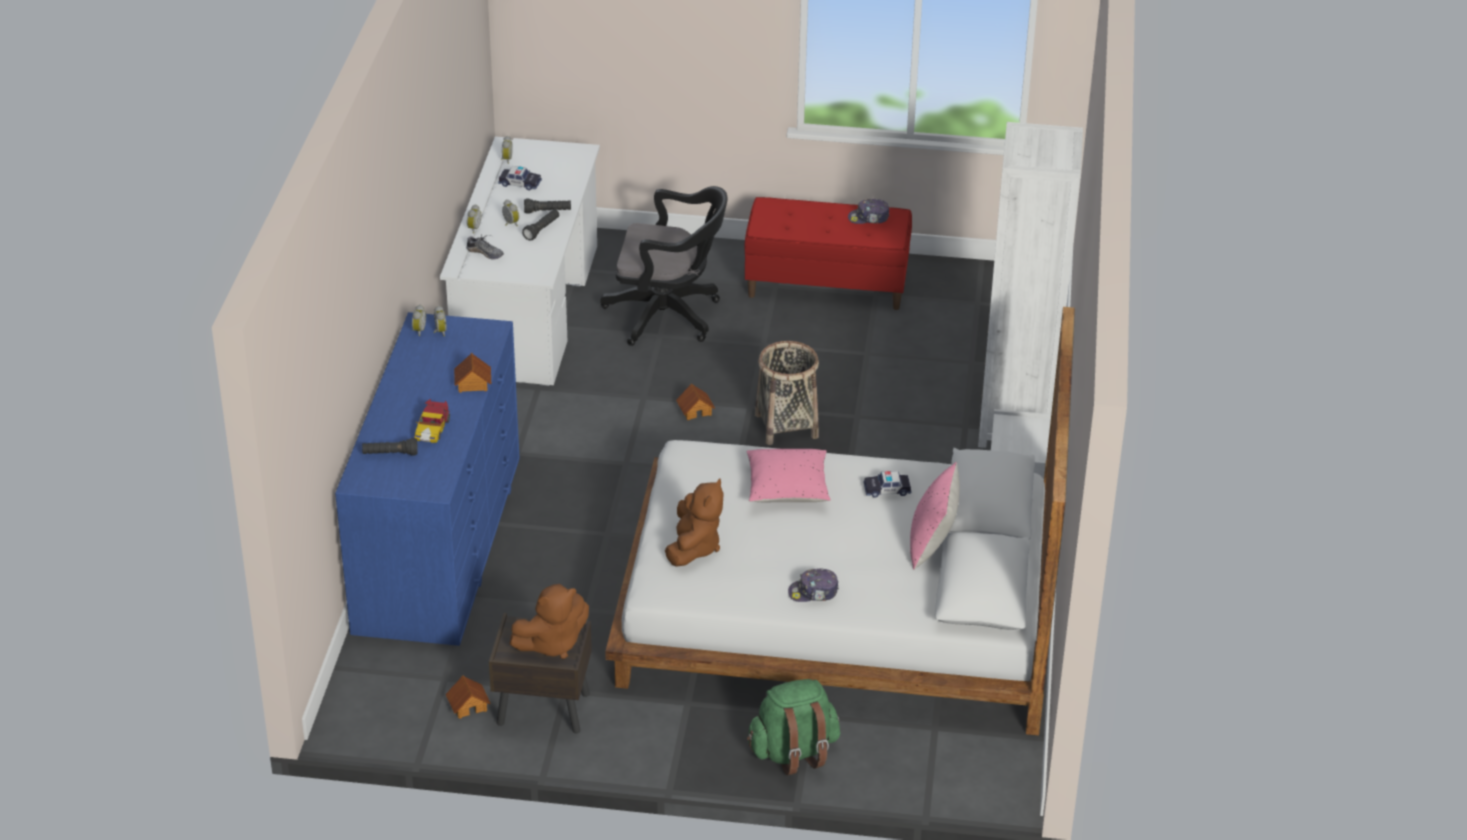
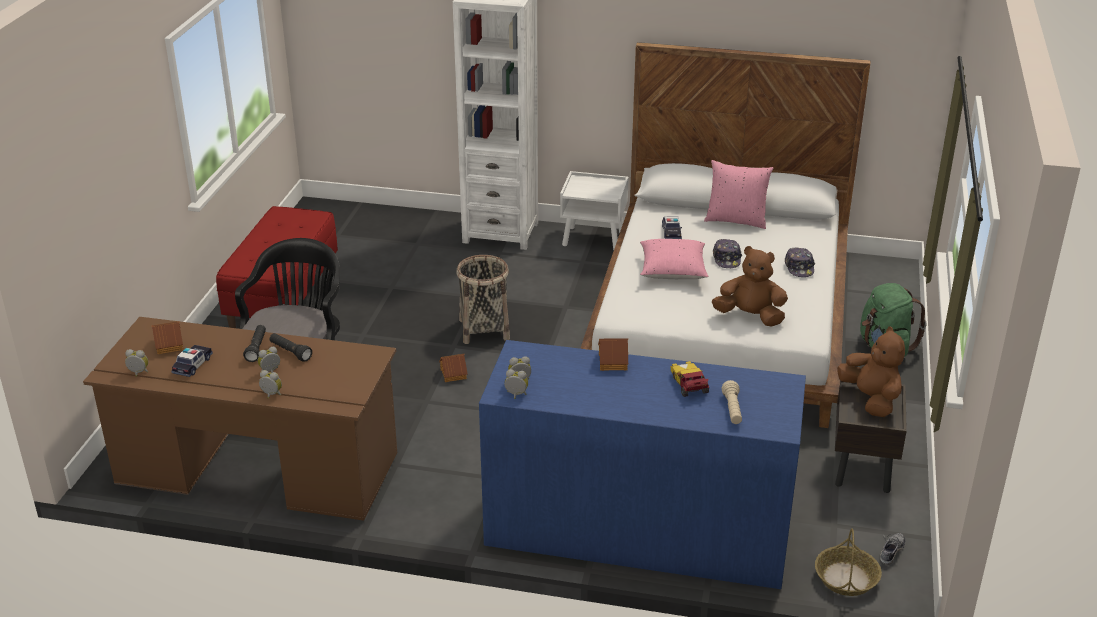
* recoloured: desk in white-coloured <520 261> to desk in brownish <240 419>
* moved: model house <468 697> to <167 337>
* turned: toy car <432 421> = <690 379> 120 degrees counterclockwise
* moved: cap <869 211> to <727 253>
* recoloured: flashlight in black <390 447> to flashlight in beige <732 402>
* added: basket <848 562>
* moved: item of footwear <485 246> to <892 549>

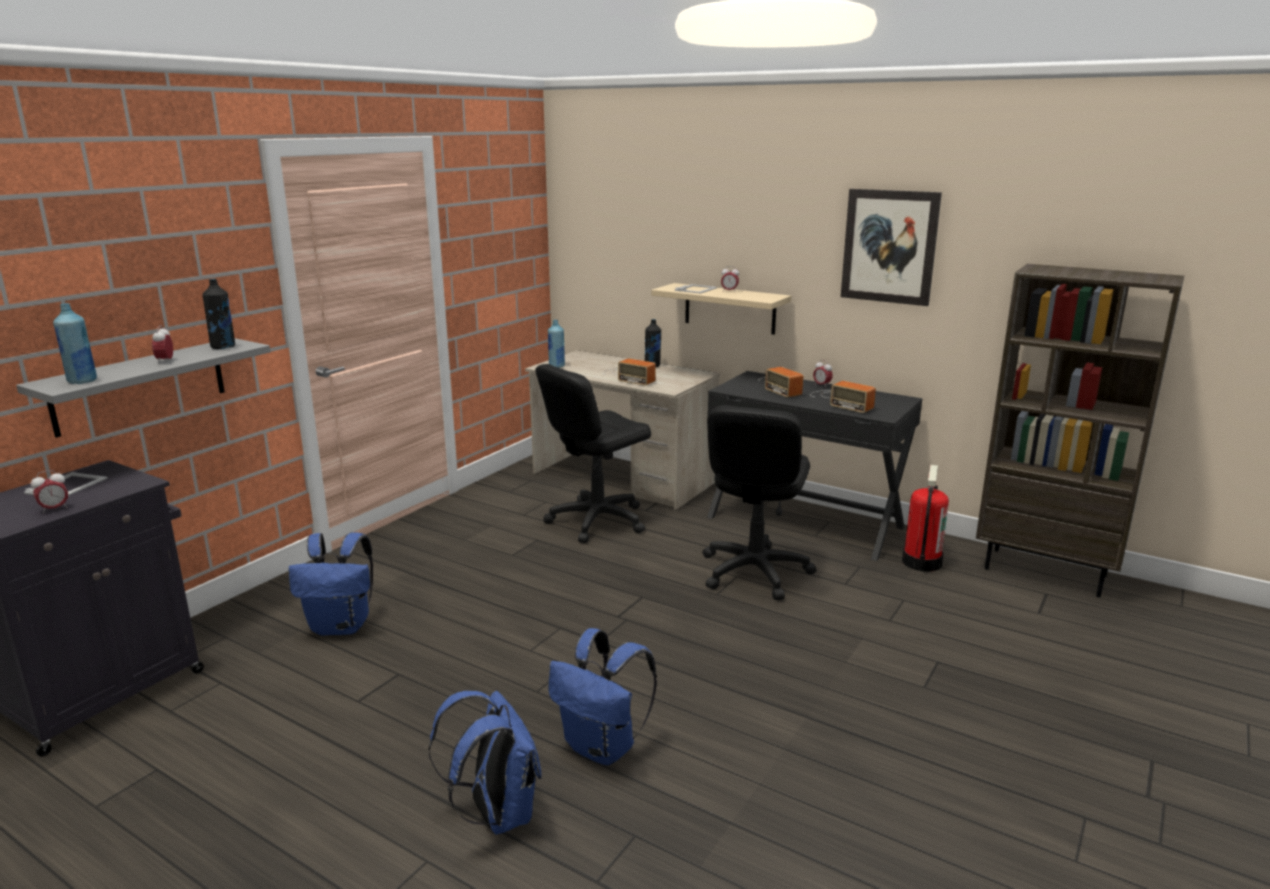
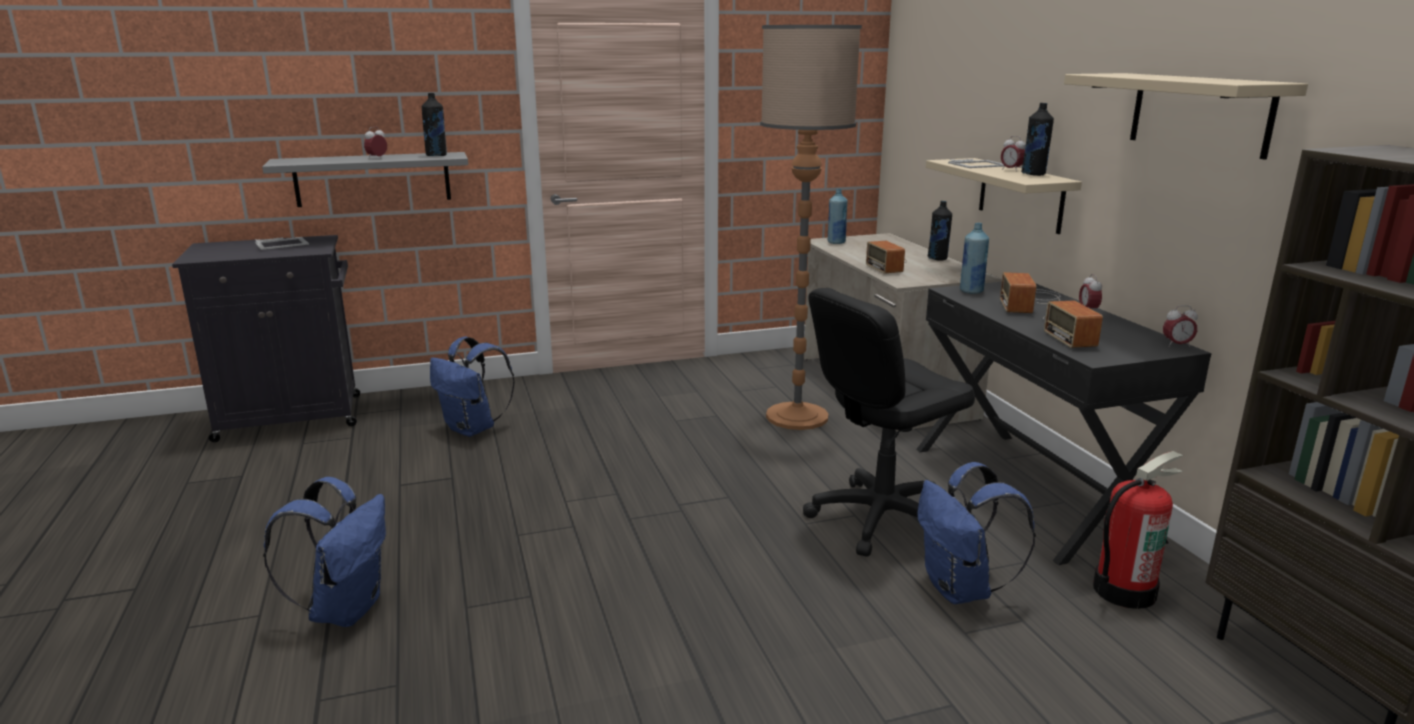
* replaced: computer chair in black <593 453> to standard lamp <811 227>
* moved: backpack in blue-coloured <602 696> to <976 533>
* moved: beverage bottle in blue-coloured <75 343> to <974 258>
* added: beverage bottle in black <1037 139>
* replaced: picture <891 247> to shelf in beige <1186 116>
* moved: table clock <49 492> to <1180 326>

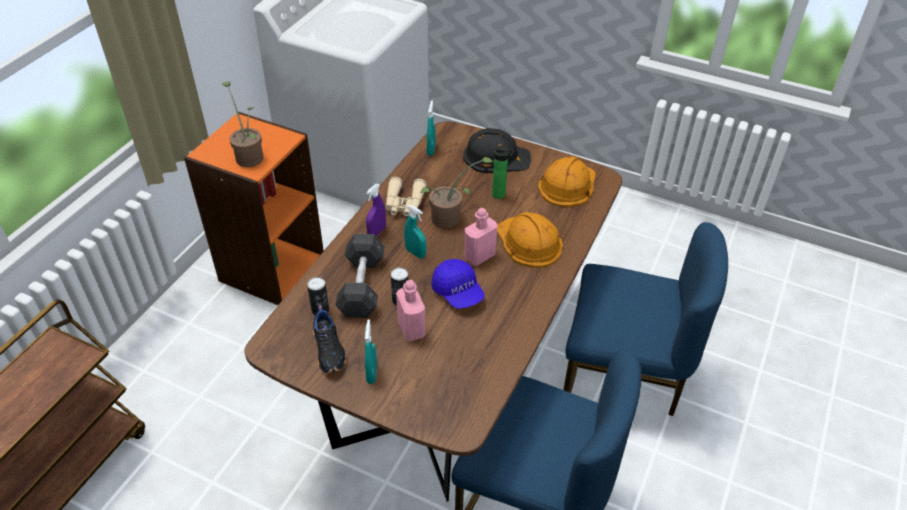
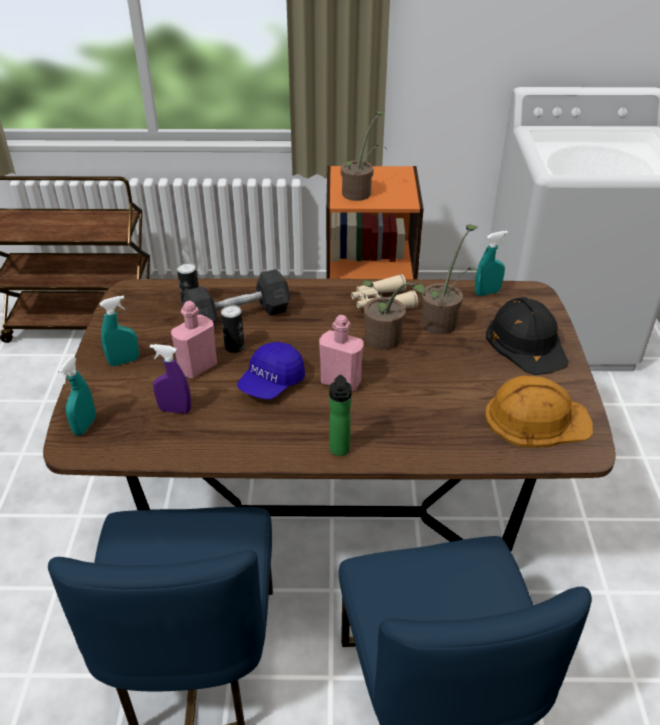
* moved: sprayer in turquoise <415 231> to <77 396>
* moved: sprayer in purple-coloured <376 210> to <170 379>
* moved: beverage bottle <503 172> to <340 415>
* added: houseplant <450 279>
* removed: item of footwear in black <329 339>
* removed: safety helmet in orangey <530 240>

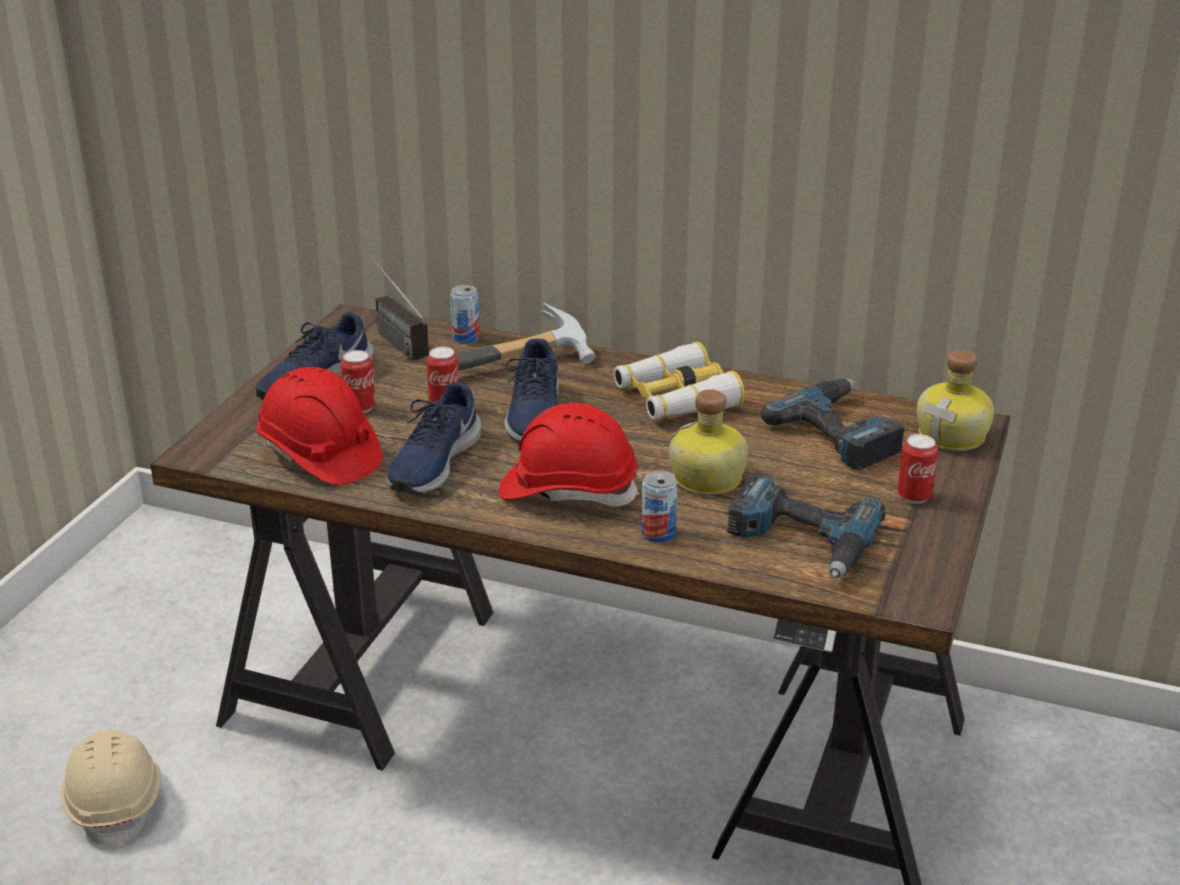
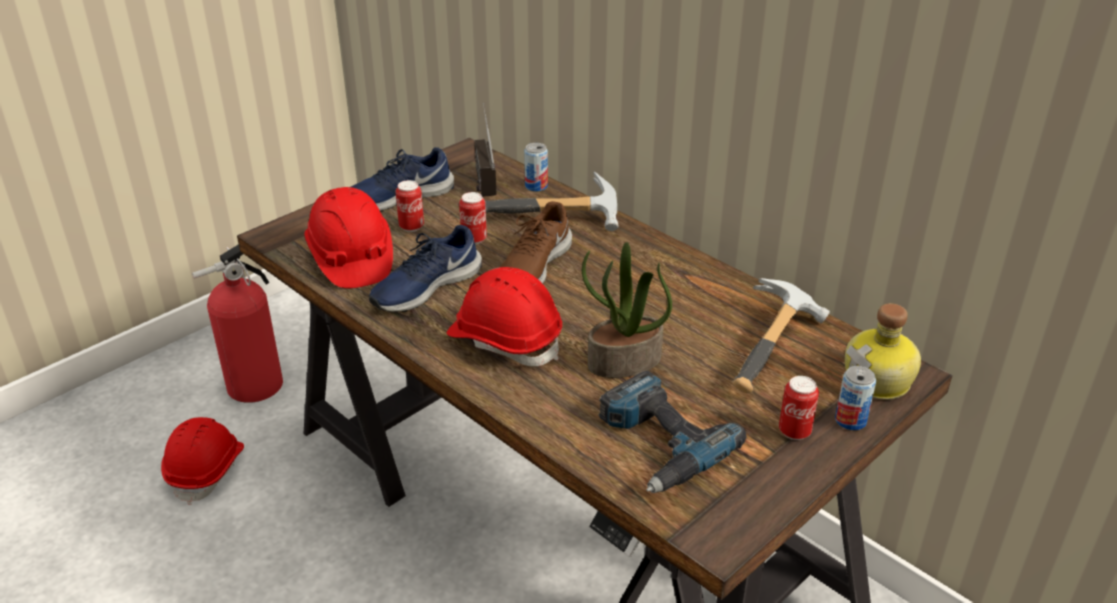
* recoloured: safety helmet in beige <110 789> to safety helmet in red-coloured <202 461>
* added: fire extinguisher <237 323>
* recoloured: item of footwear in blue-coloured <532 390> to item of footwear in brownish <536 242>
* replaced: beverage bottle <708 442> to houseplant <627 310>
* replaced: drill <833 424> to tool hammer <781 335>
* moved: metal can <659 506> to <855 398>
* removed: field glasses <679 381>

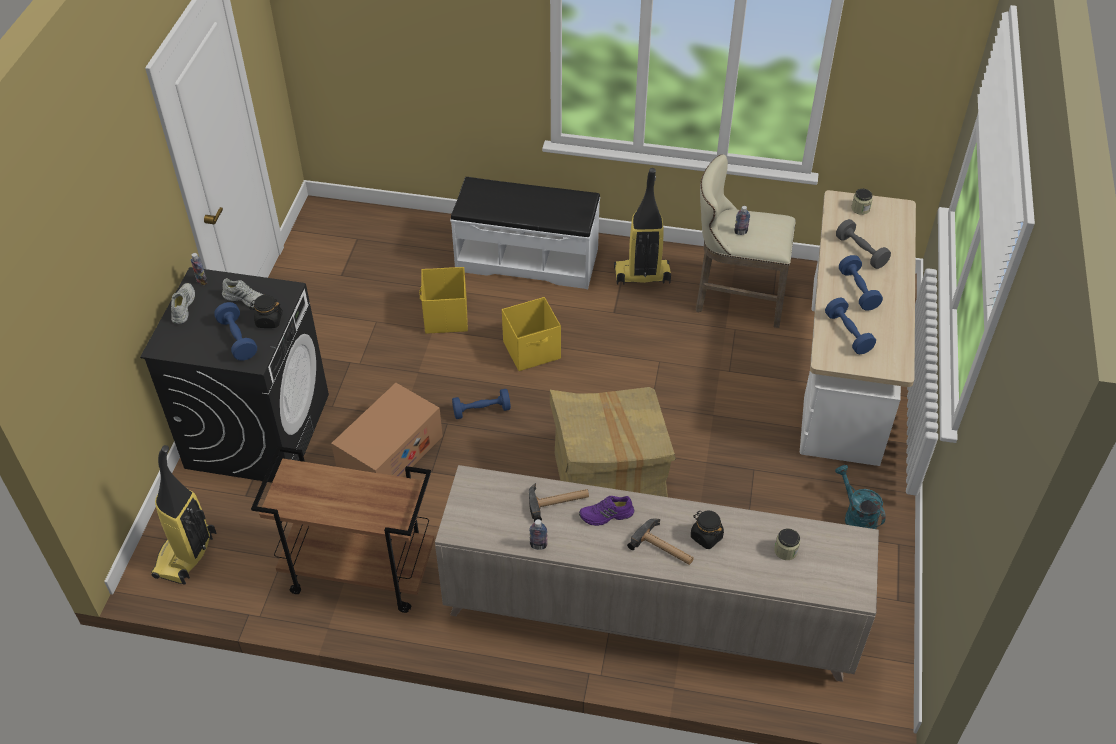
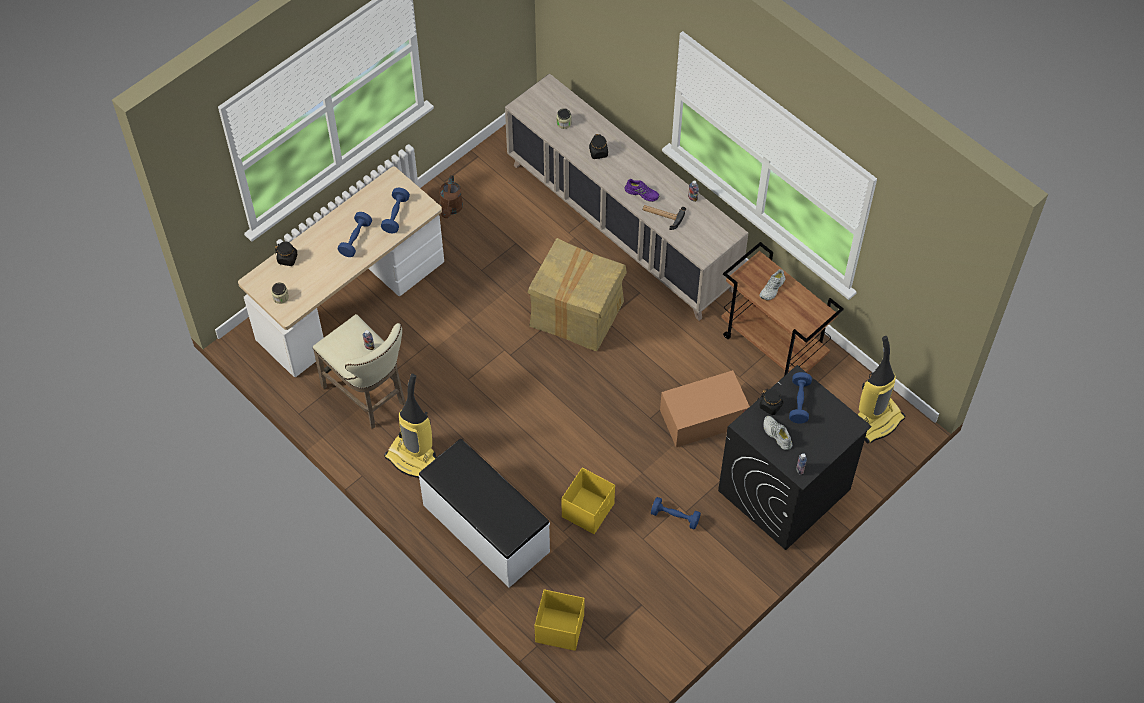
* added: preserve jar in black <286 254>
* recoloured: watering pot in turquoise <860 497> to watering pot in brownish <451 196>
* moved: storage box in yellow <531 334> to <560 620>
* moved: hand weight in blue-coloured <481 404> to <676 513>
* moved: item of footwear in white-coloured <183 303> to <773 284>
* removed: tool hammer <660 541>
* removed: hand weight in greyish <863 244>

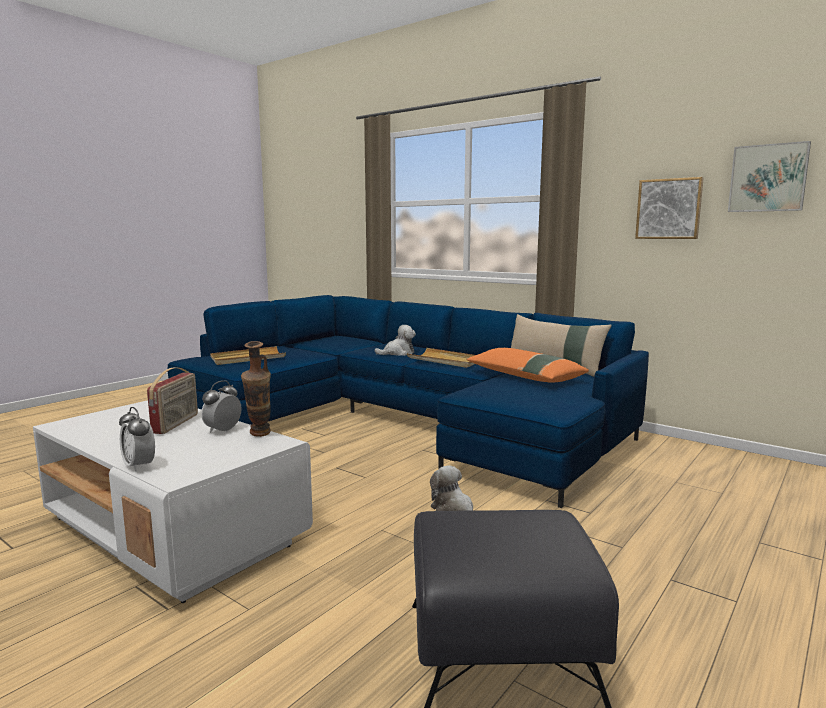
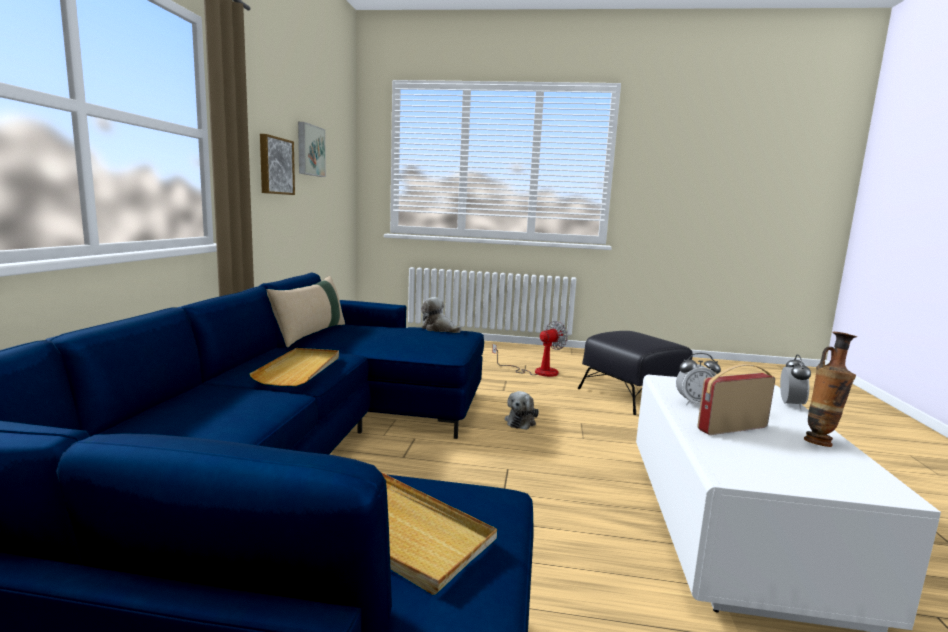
* moved: cuddly toy <395 340> to <441 315>
* added: electric fan <530 349>
* moved: decorative vase <256 389> to <830 389>
* removed: throw pillow in orangey <528 365>

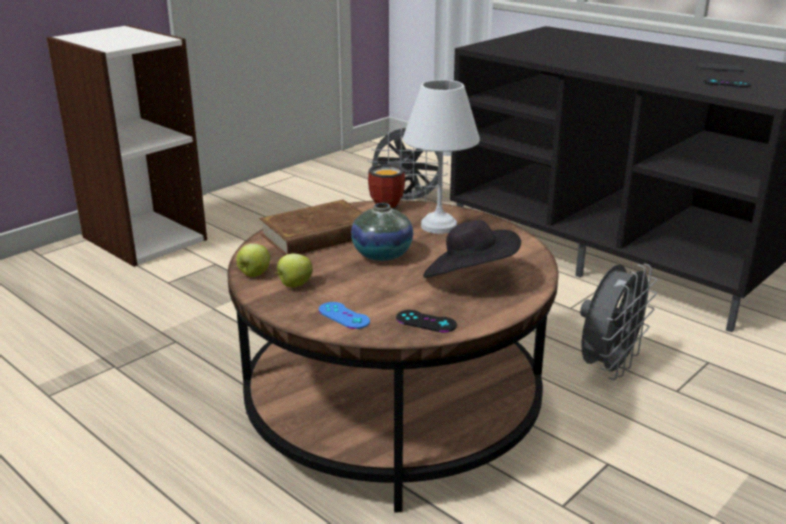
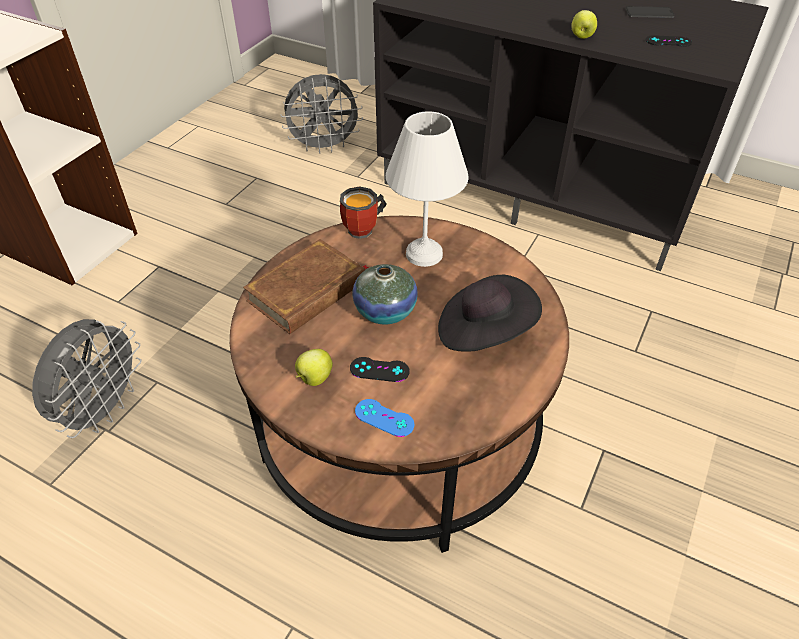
* moved: electric fan in greyish <618 321> to <87 378>
* moved: game controller in black <426 321> to <380 369>
* moved: whole apple <253 260> to <584 24>

